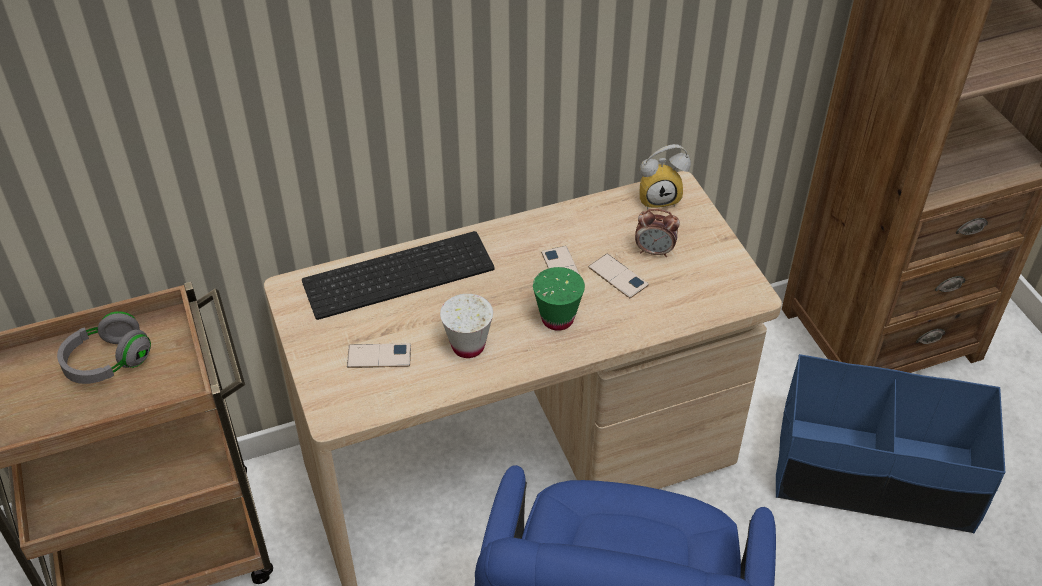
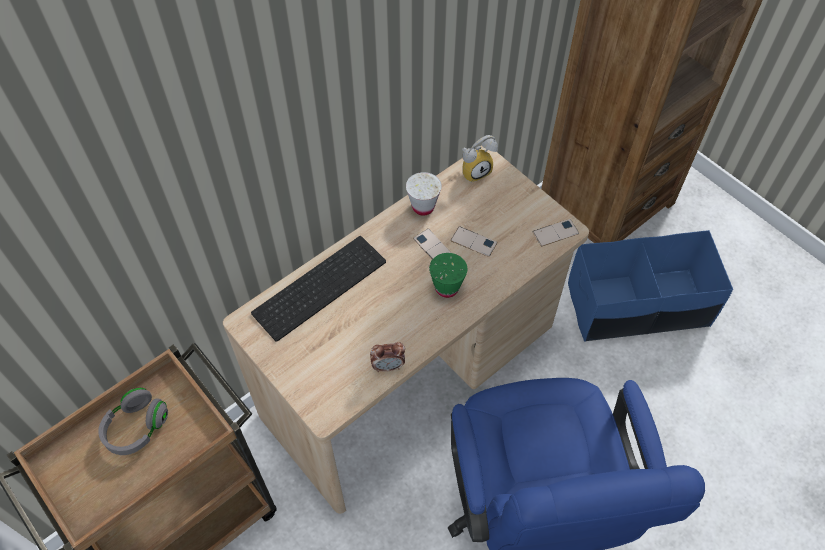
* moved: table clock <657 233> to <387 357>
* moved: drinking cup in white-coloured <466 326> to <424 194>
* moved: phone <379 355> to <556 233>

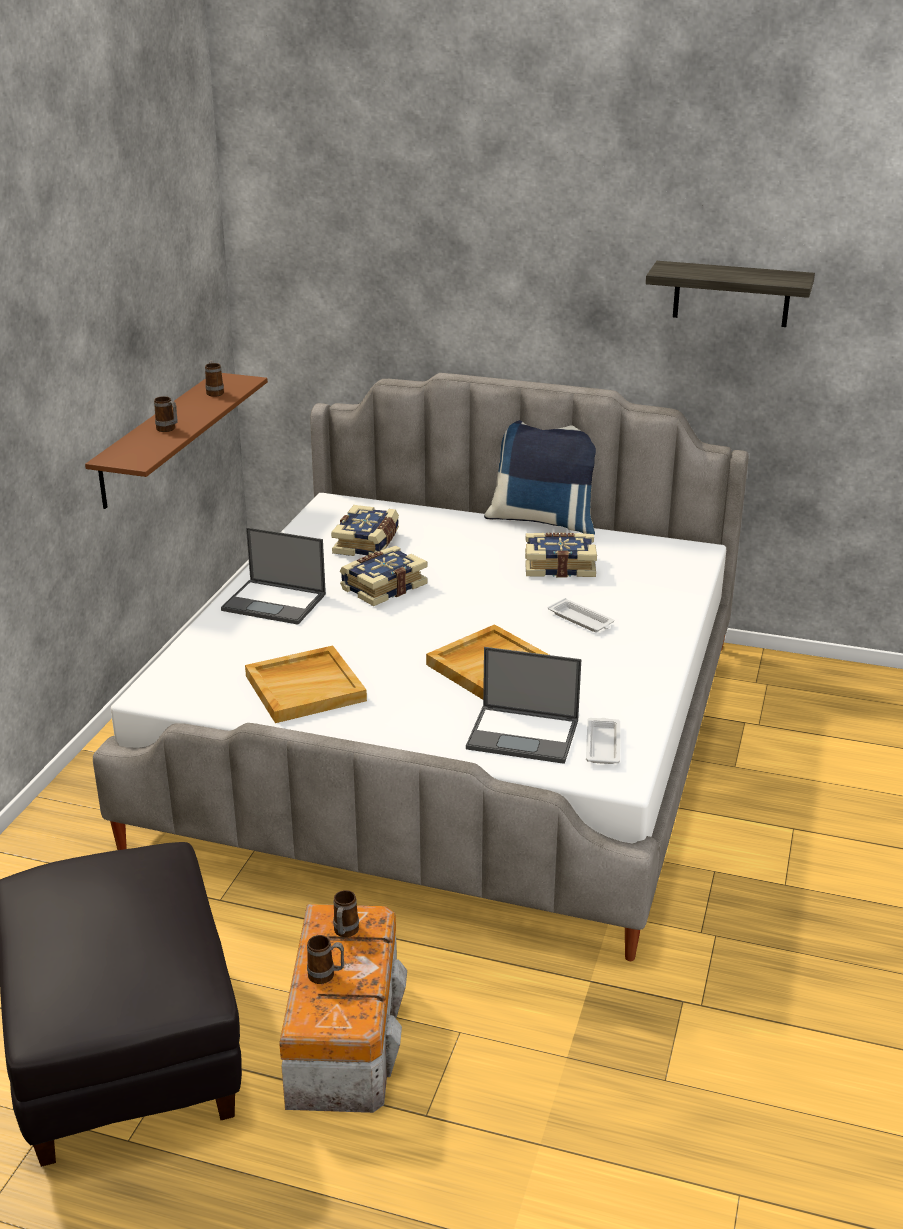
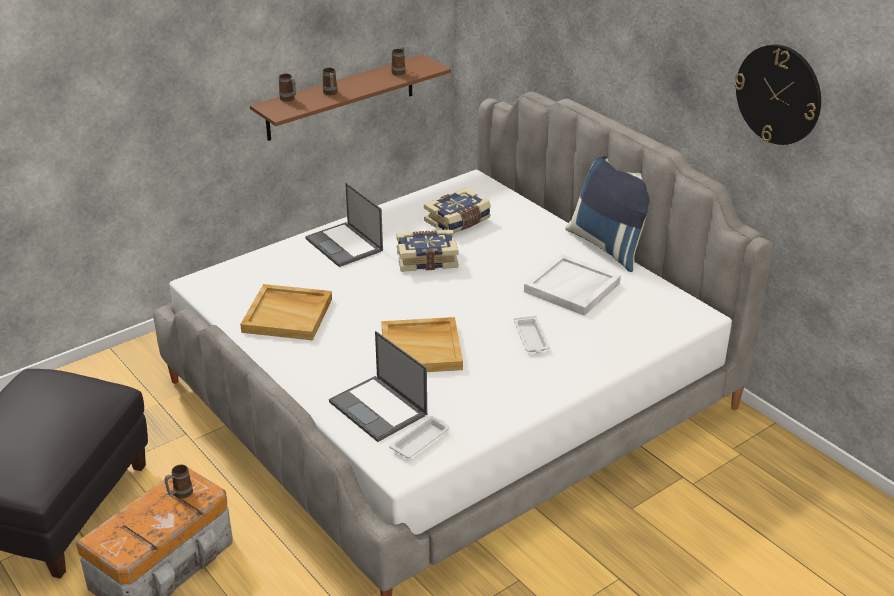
* moved: tea mug <325 959> to <287 88>
* replaced: volume <561 555> to serving tray in white-coloured <572 285>
* replaced: shelf <730 294> to wall clock <777 94>

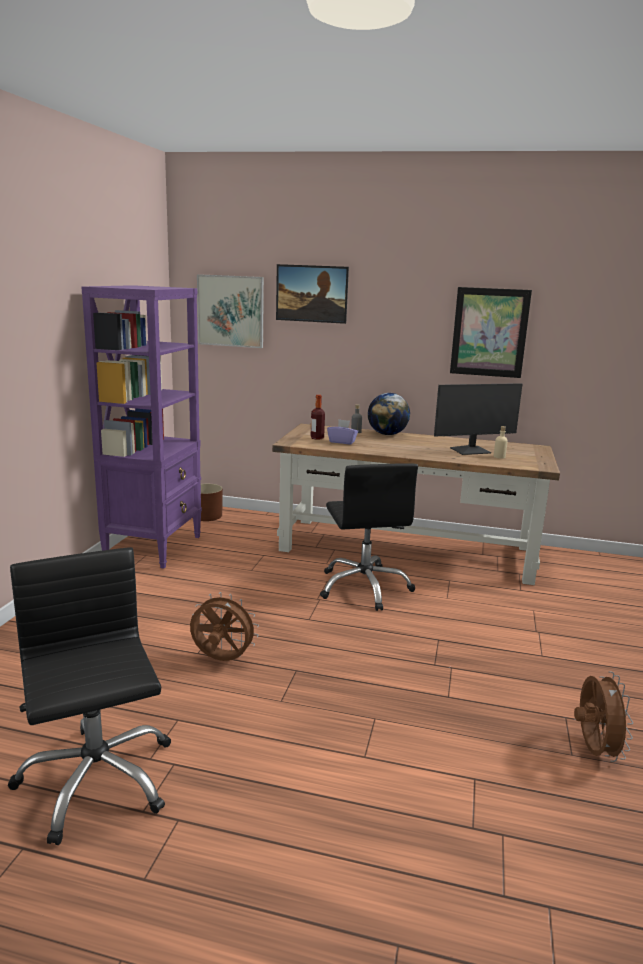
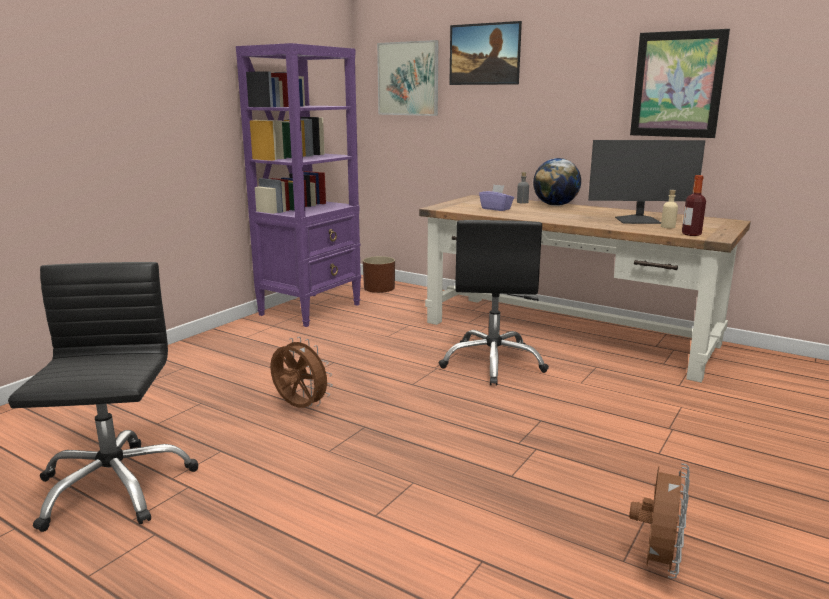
* moved: beverage bottle <318 417> to <694 205>

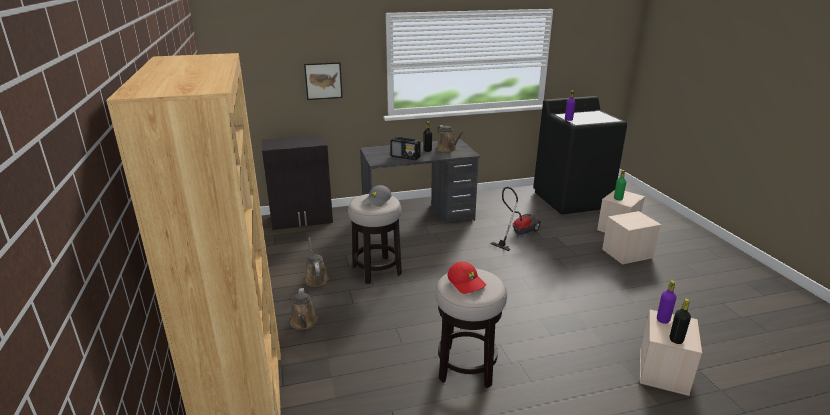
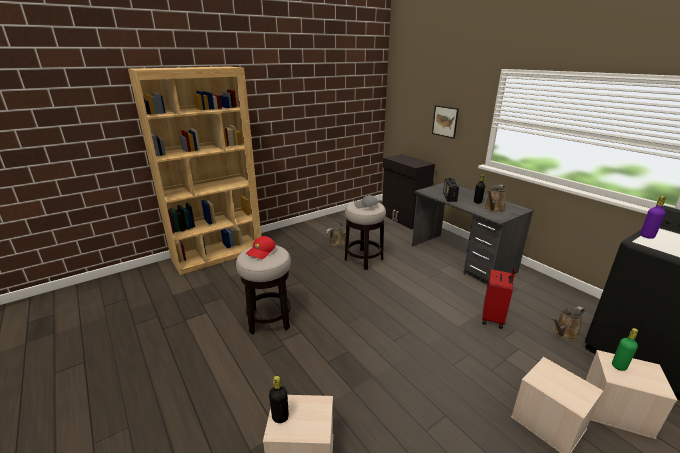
* replaced: hoover <515 219> to piece of luggage in red-coloured <499 297>
* moved: watering pot in brownish <304 309> to <568 323>
* removed: beverage bottle in purple-coloured <666 302>

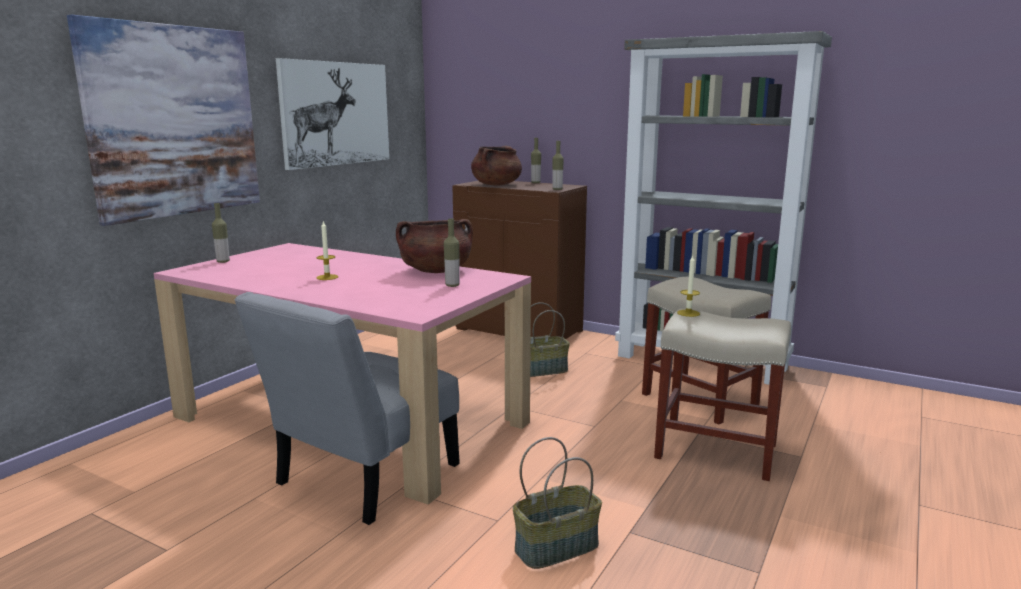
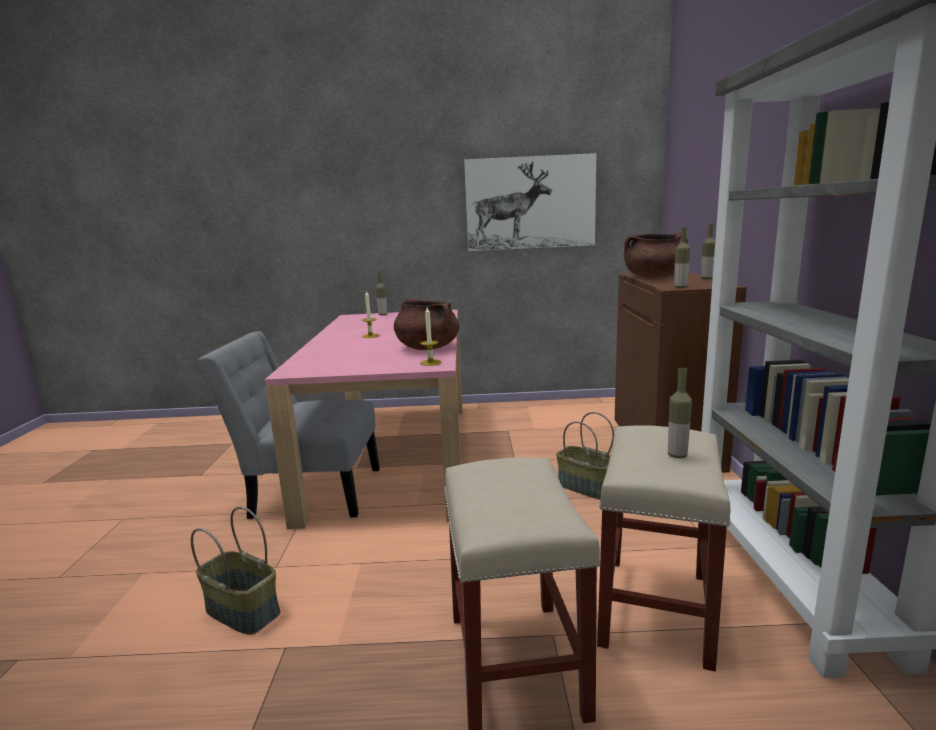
* moved: wax candle <688 286> to <430 336>
* moved: beverage bottle <452 253> to <680 413>
* removed: picture <163 120>

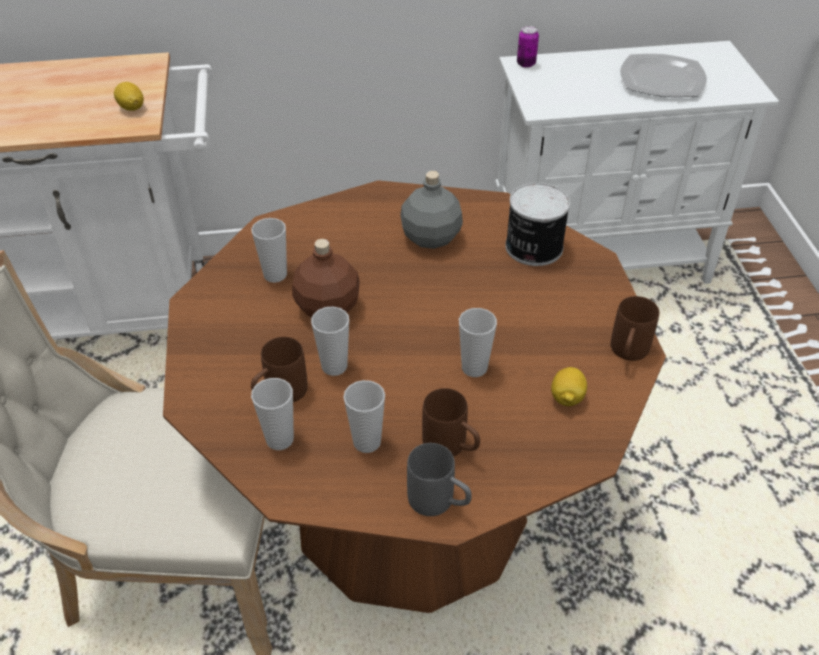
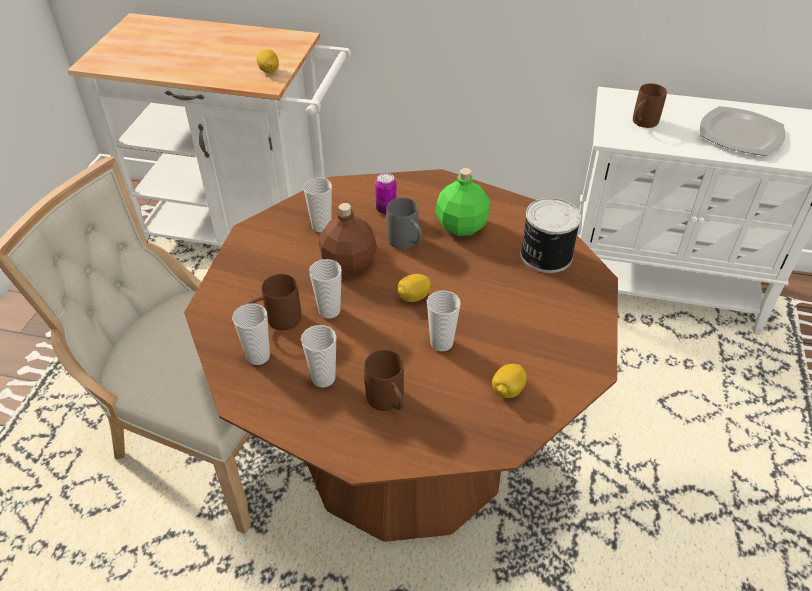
* moved: metal can <528 47> to <386 194>
* moved: tea mug in greyish <439 479> to <404 223>
* added: whole lemon <414 288>
* recoloured: beverage bottle in greyish <431 210> to beverage bottle in green <462 202>
* moved: tea mug in brownish <635 328> to <650 105>

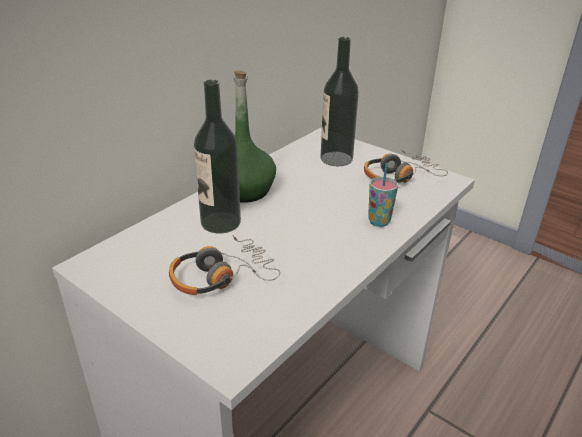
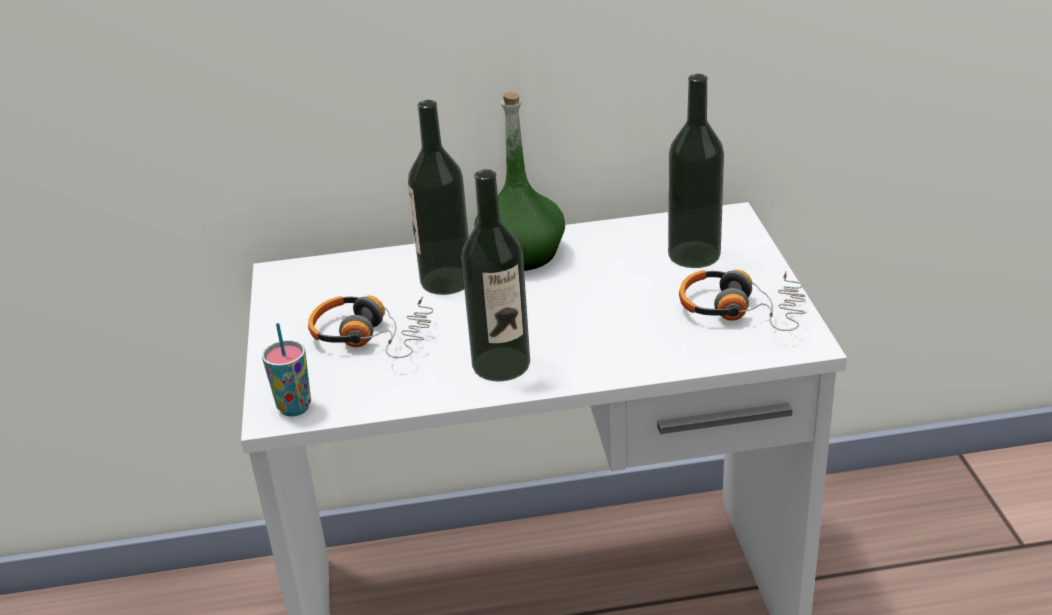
* moved: drinking cup <383 195> to <286 369>
* added: beverage bottle <495 275>

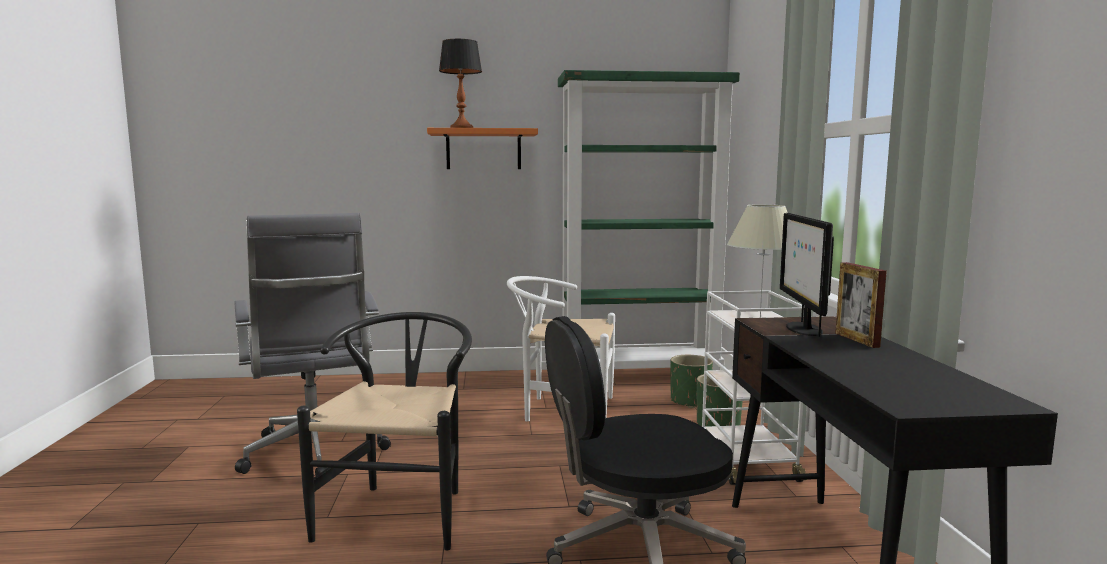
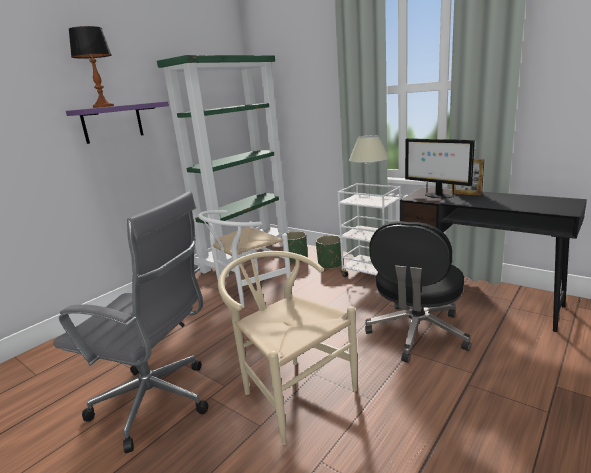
* recoloured: shelf in orangey <482 148> to shelf in purple-coloured <117 122>
* recoloured: upright chair in black <384 431> to upright chair in beige <287 348>

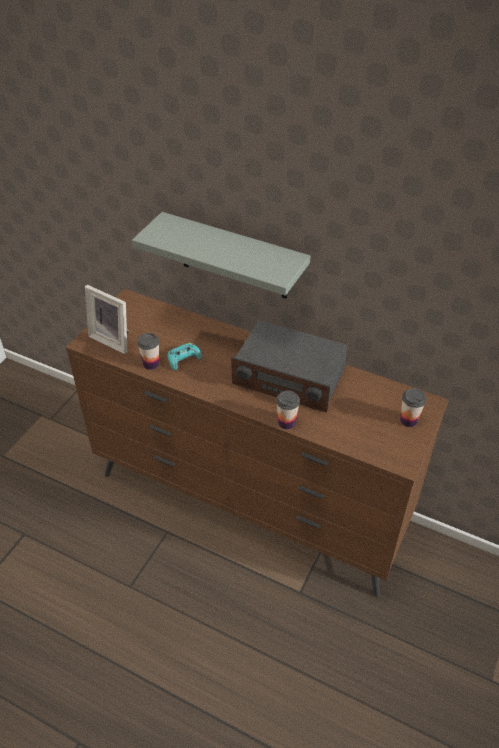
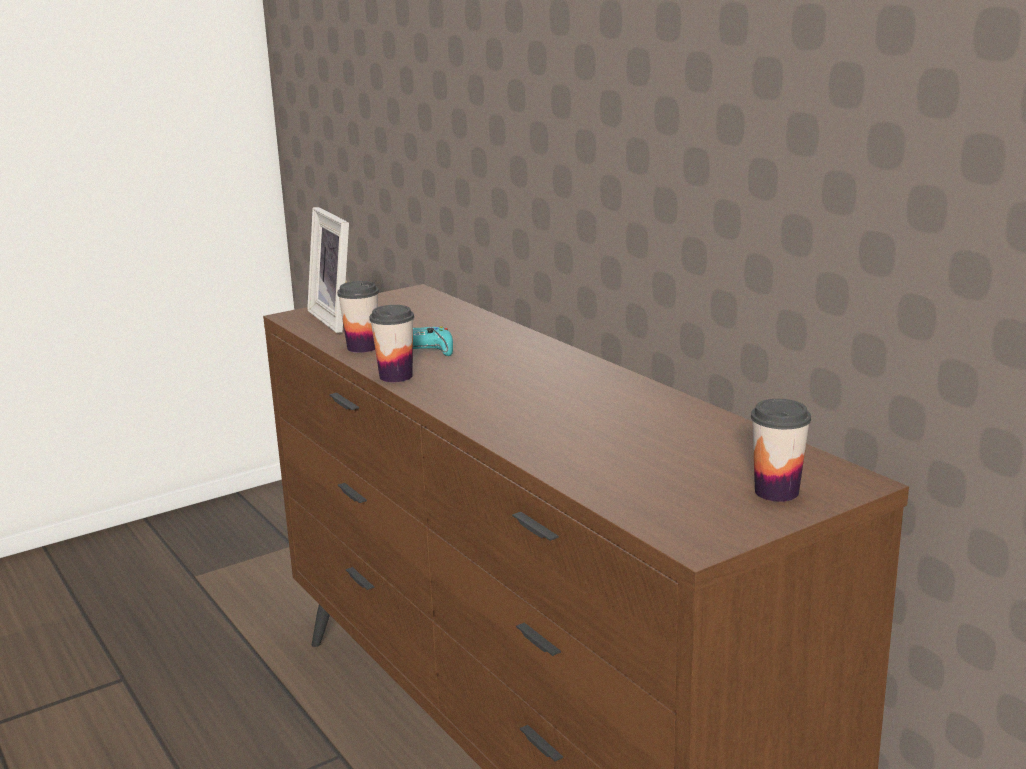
* moved: drinking cup <288 409> to <391 343>
* removed: shelf in greyish <221 255>
* removed: radio set <289 366>

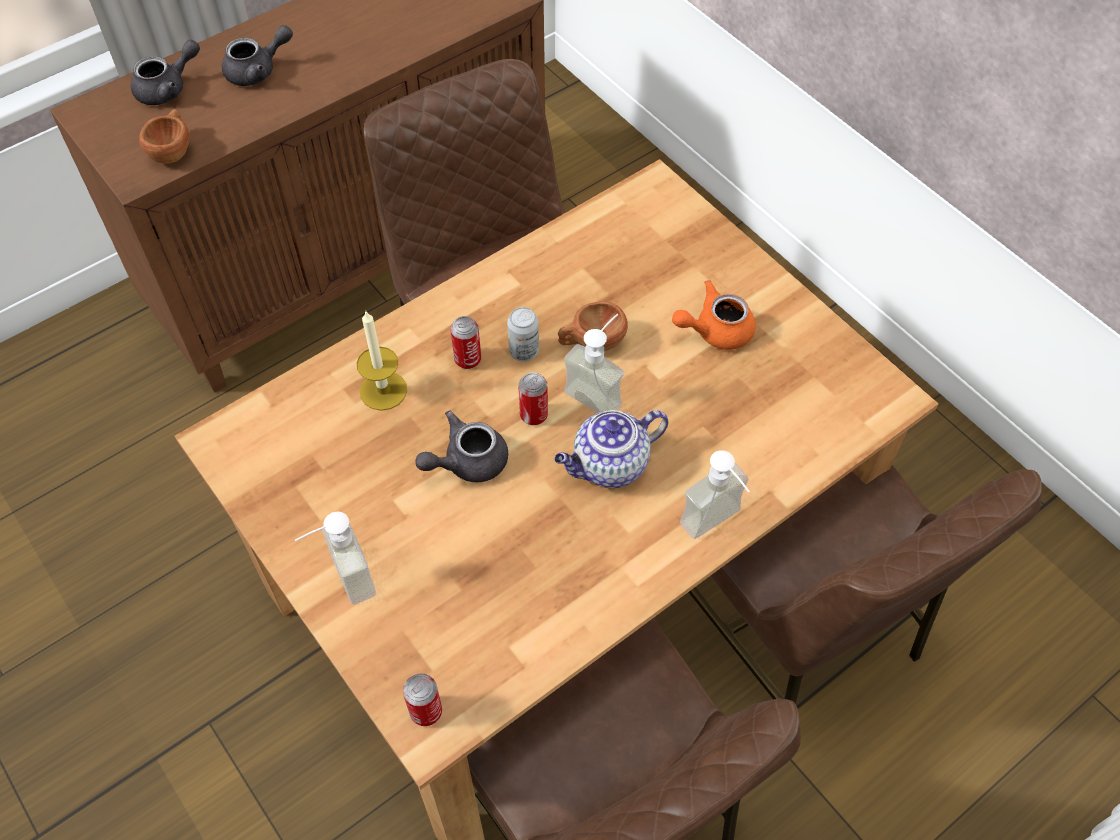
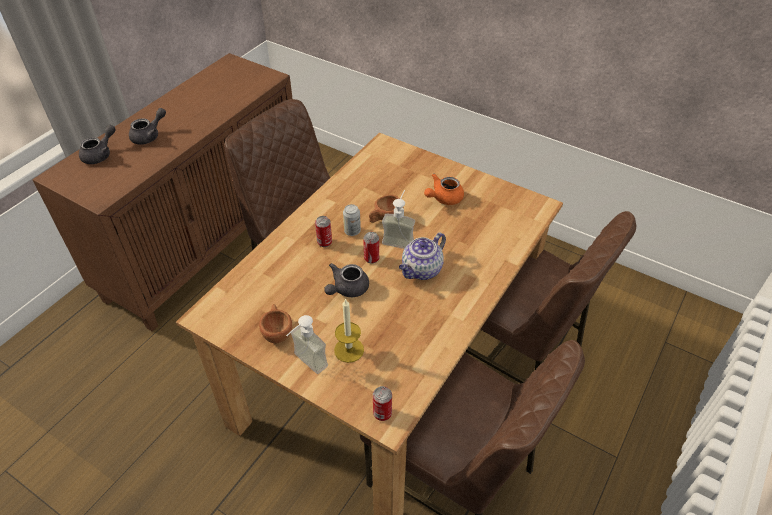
* moved: drinking cup in brownish <164 136> to <275 323>
* moved: wax candle <382 361> to <349 330>
* removed: soap dispenser <715 494>

